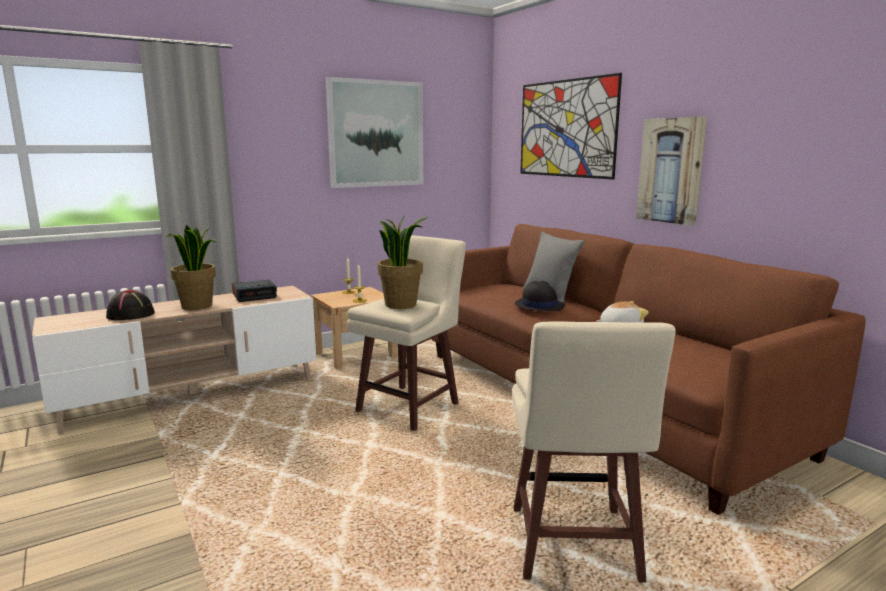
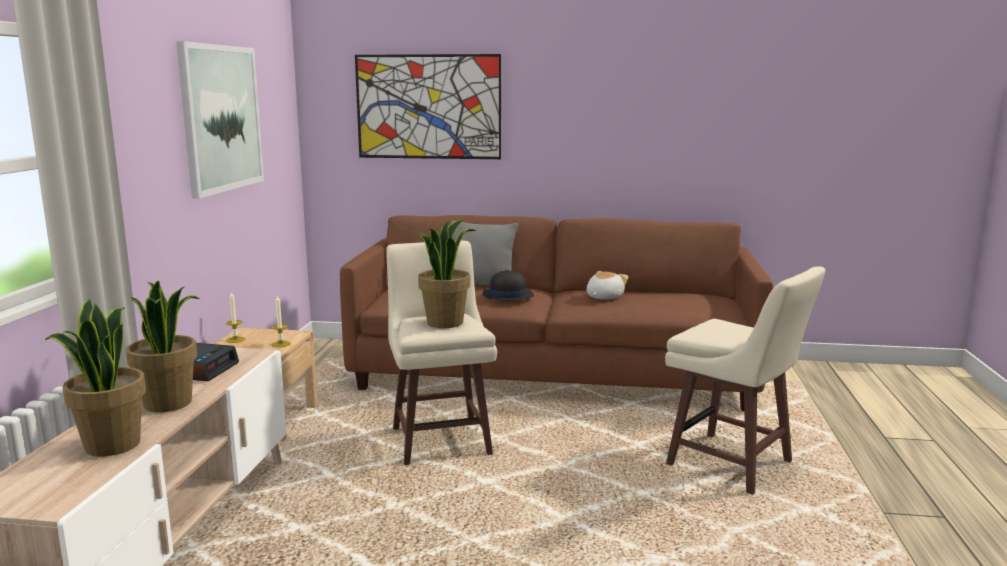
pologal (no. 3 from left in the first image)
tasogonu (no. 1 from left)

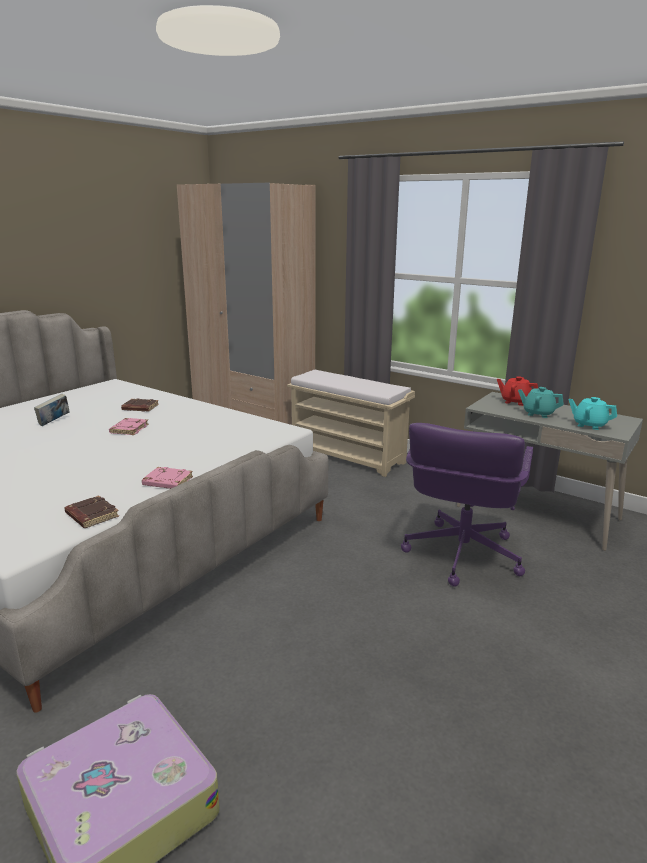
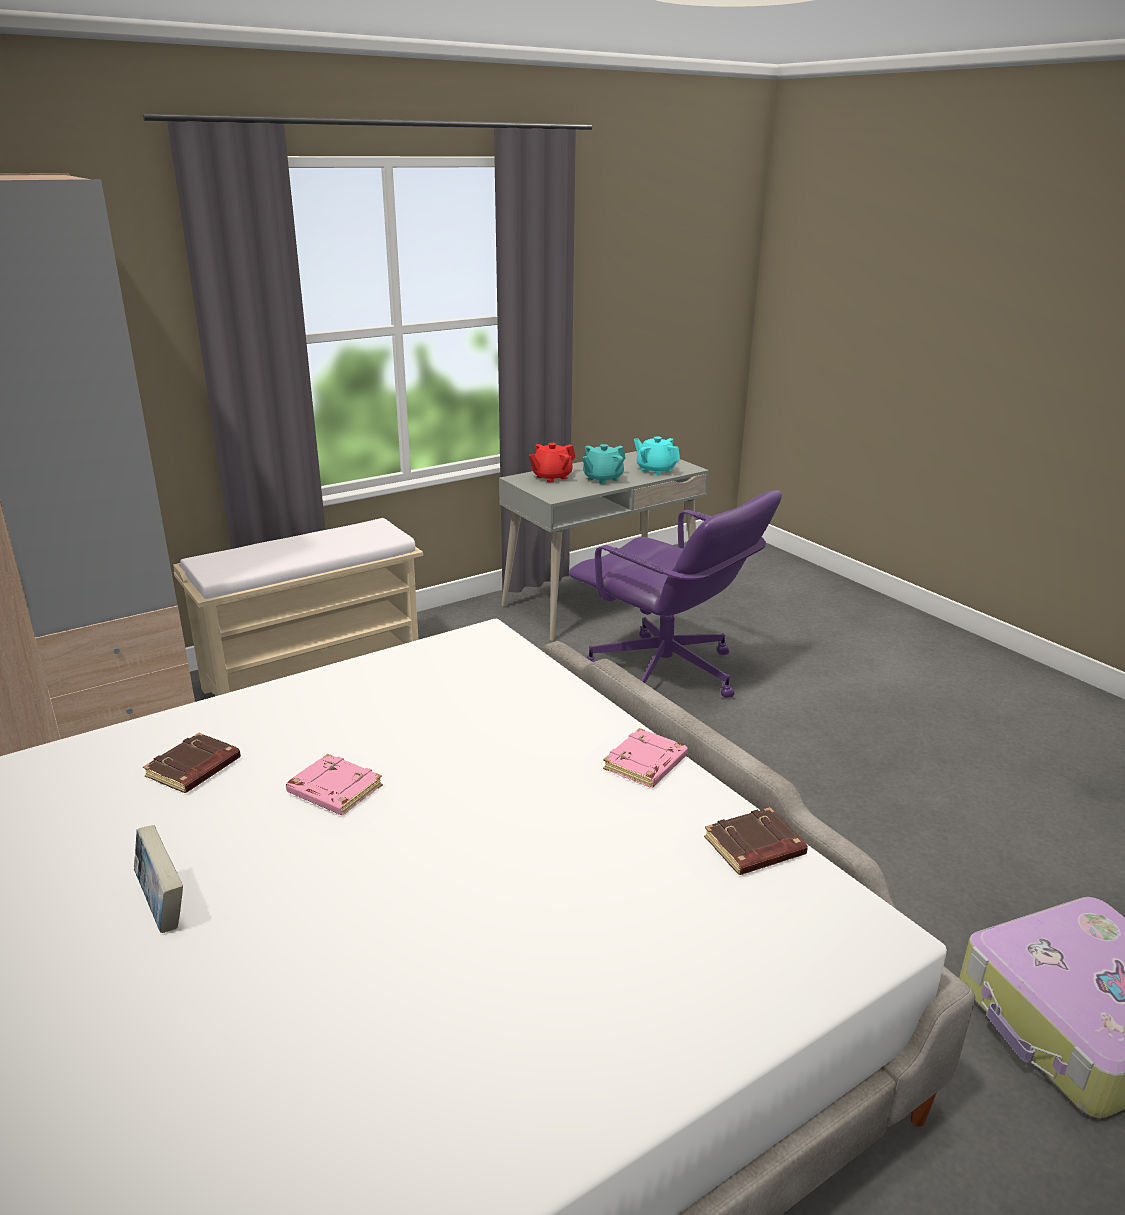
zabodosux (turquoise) (no. 2 from left)

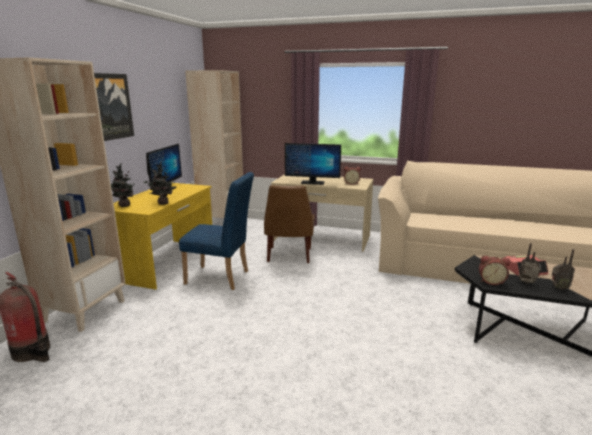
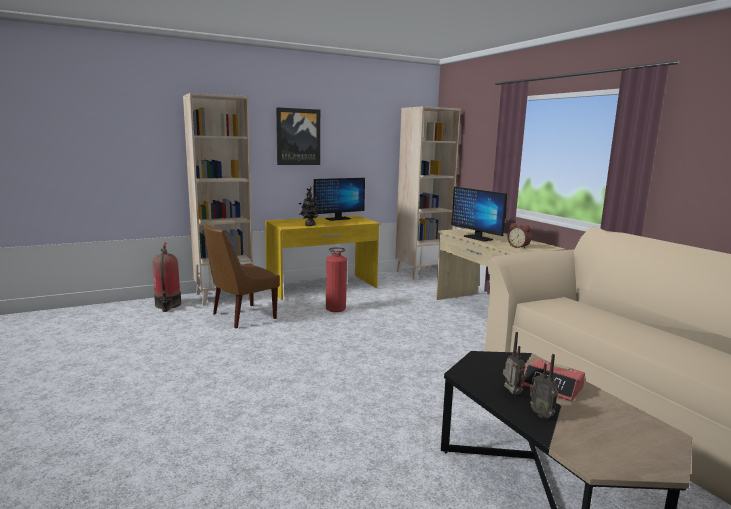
tasogonu (no. 1 from left in the first image)
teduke (no. 2 from left)
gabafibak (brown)
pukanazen (no. 2 from left in the first image)

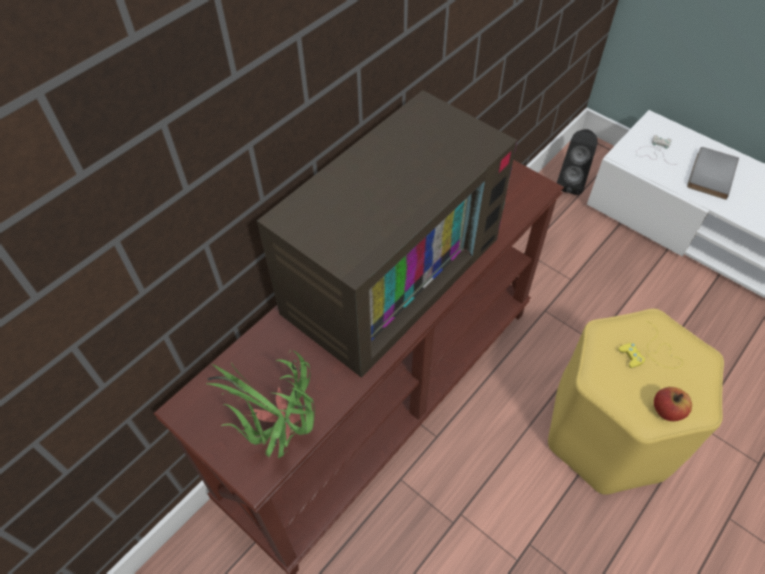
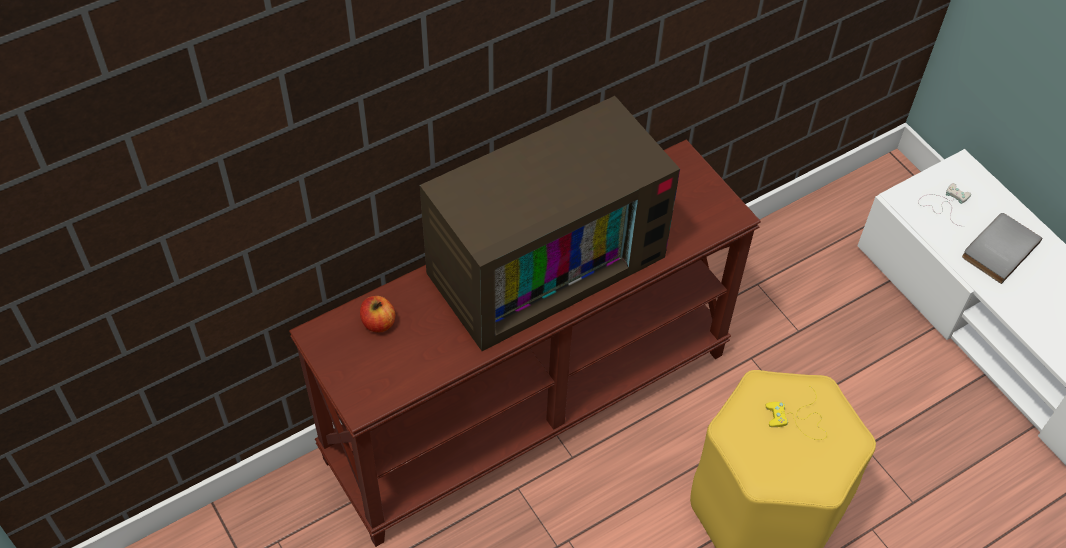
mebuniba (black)
tasogonu
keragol

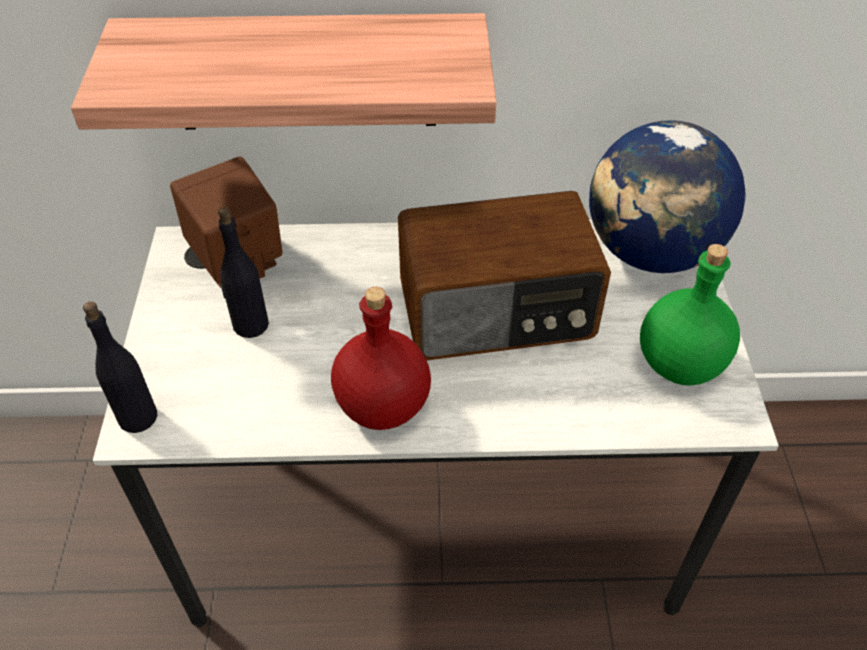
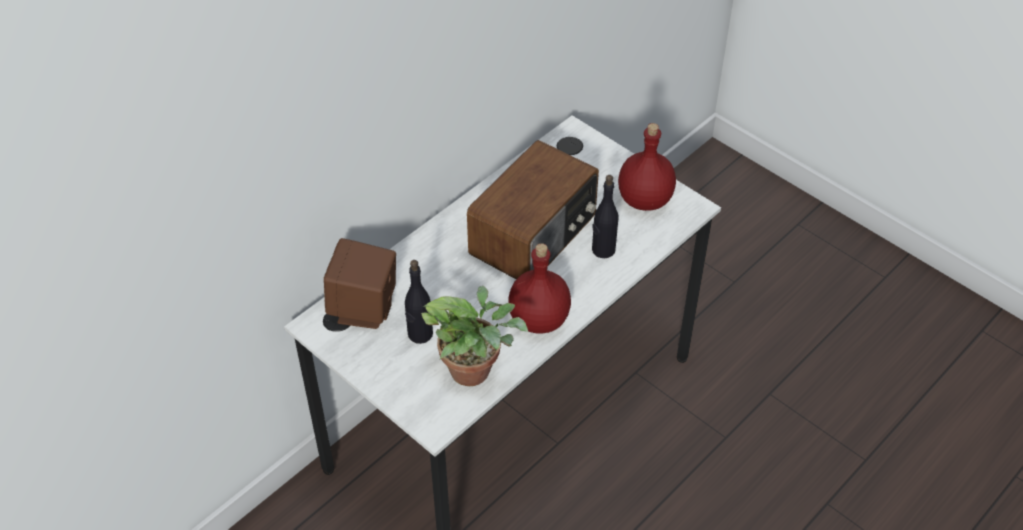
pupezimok
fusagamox
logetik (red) (no. 2 from left)
logetik (black) (no. 2 from left)
tasogonu

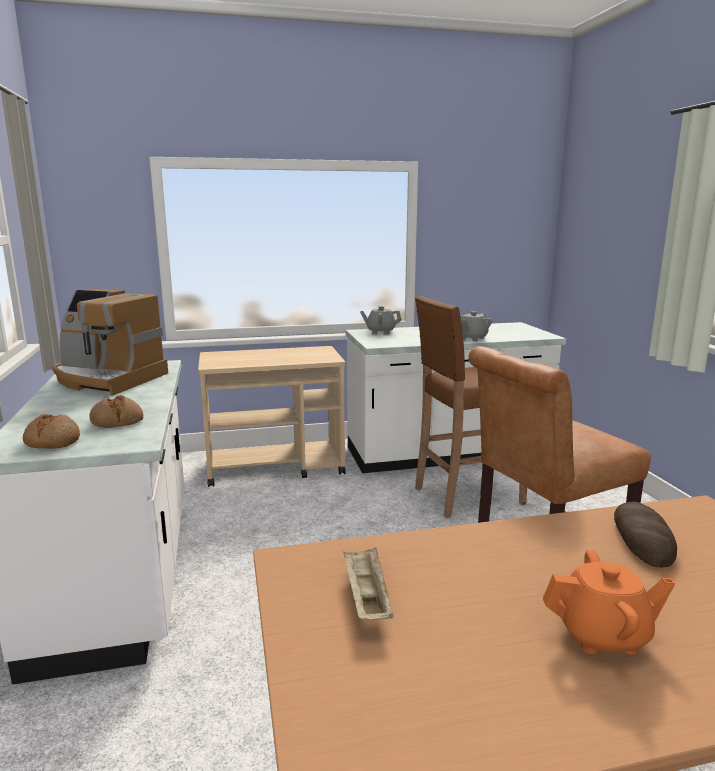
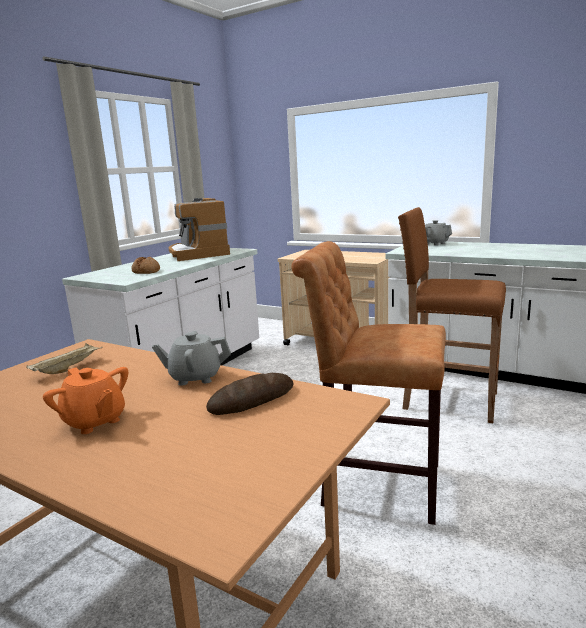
zabodosux (grey) (no. 1 from left)
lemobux (no. 1 from left in the first image)

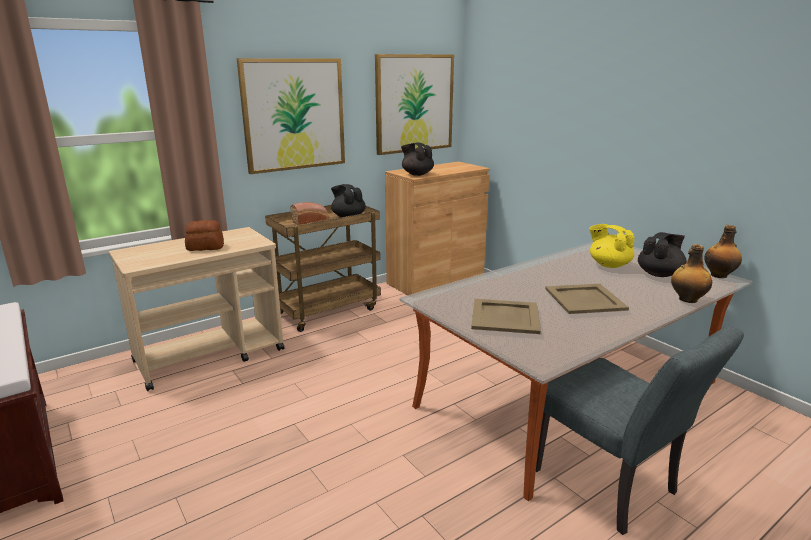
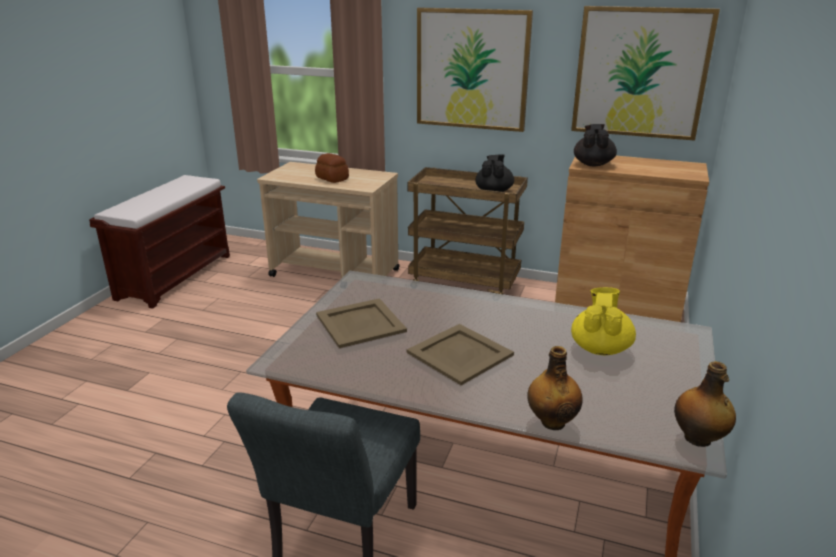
lemobux (no. 2 from left in the first image)
zabodosux (black) (no. 3 from left in the first image)

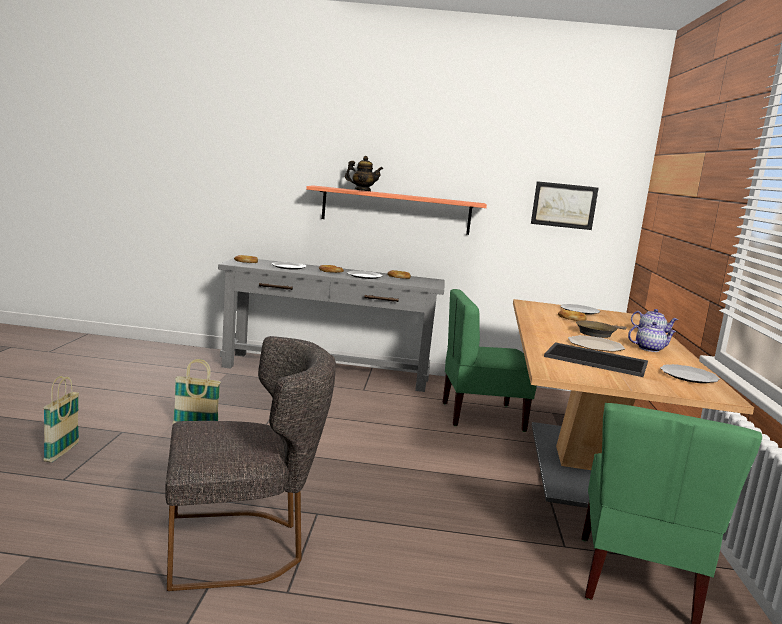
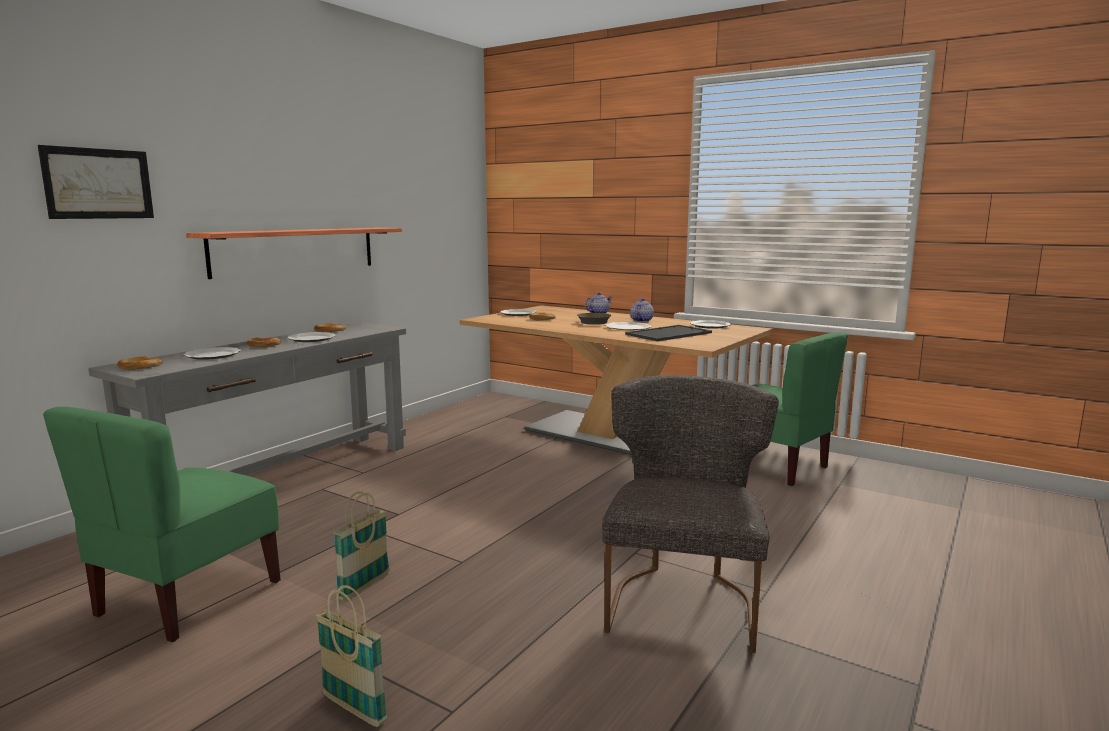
zabodosux (no. 1 from left in the first image)
pologal
gabafibak (green) (no. 1 from left)

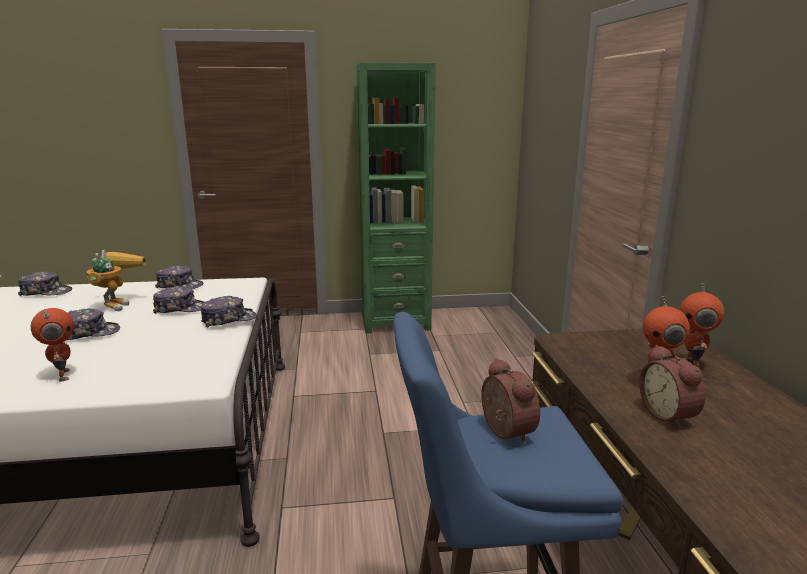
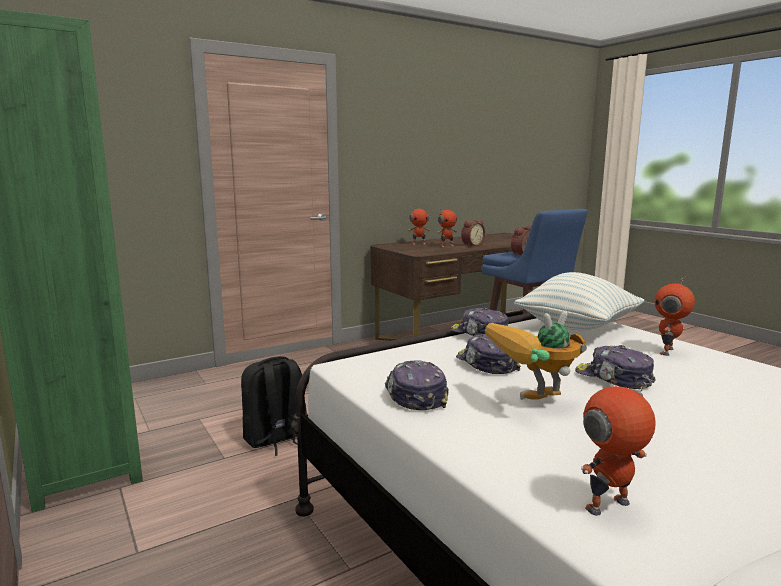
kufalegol (no. 4 from left)
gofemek
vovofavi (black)

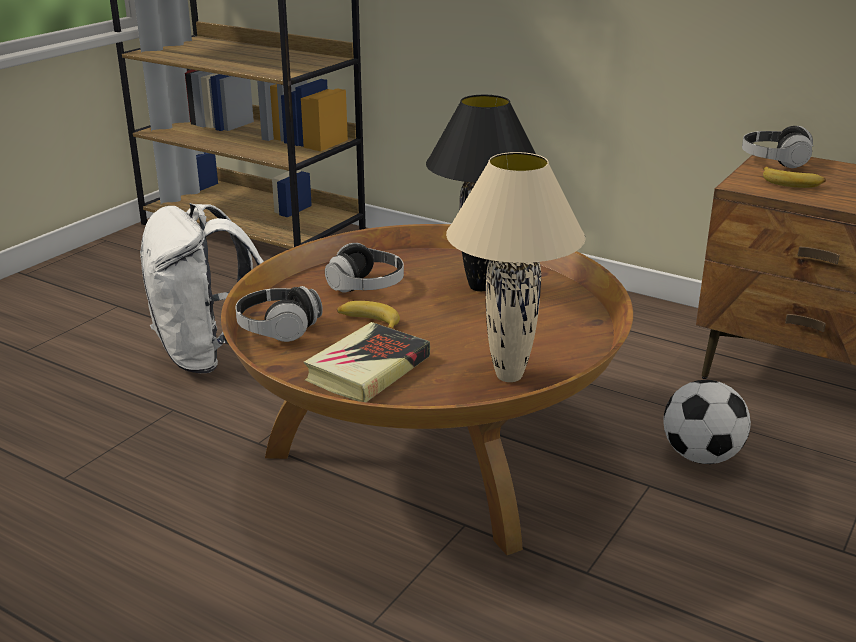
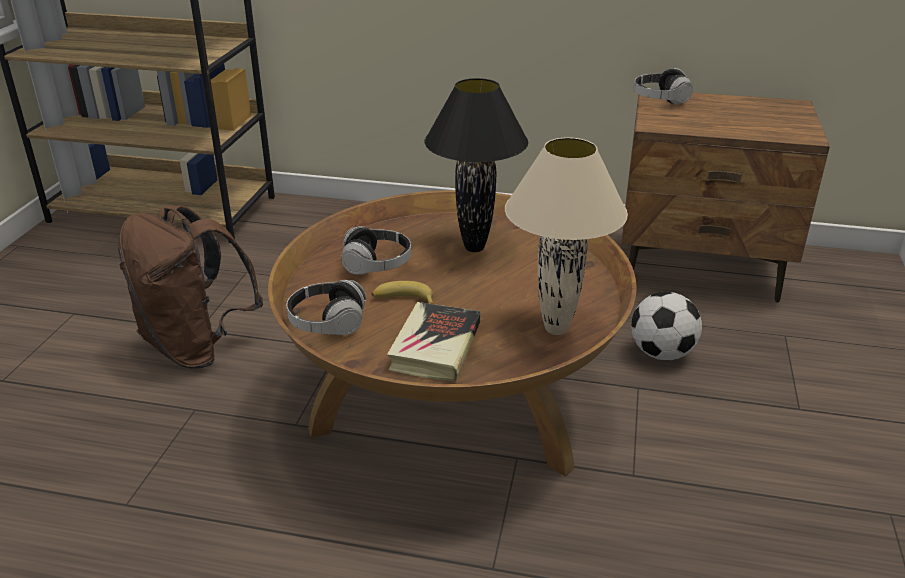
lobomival (no. 2 from left in the first image)
vovofavi (brown)

